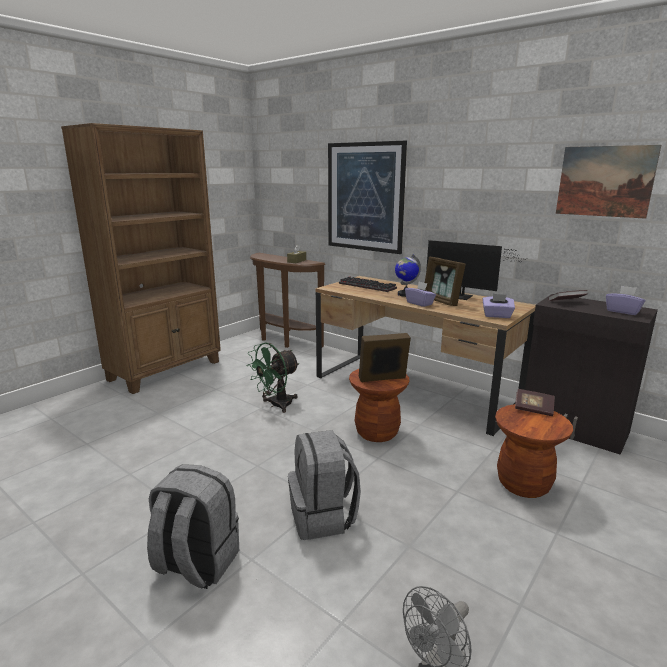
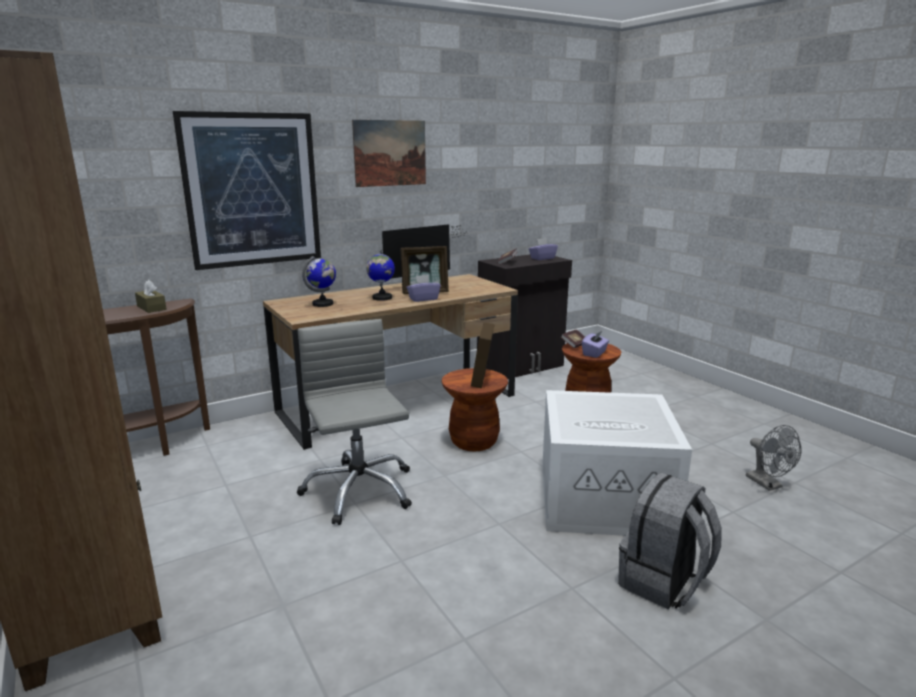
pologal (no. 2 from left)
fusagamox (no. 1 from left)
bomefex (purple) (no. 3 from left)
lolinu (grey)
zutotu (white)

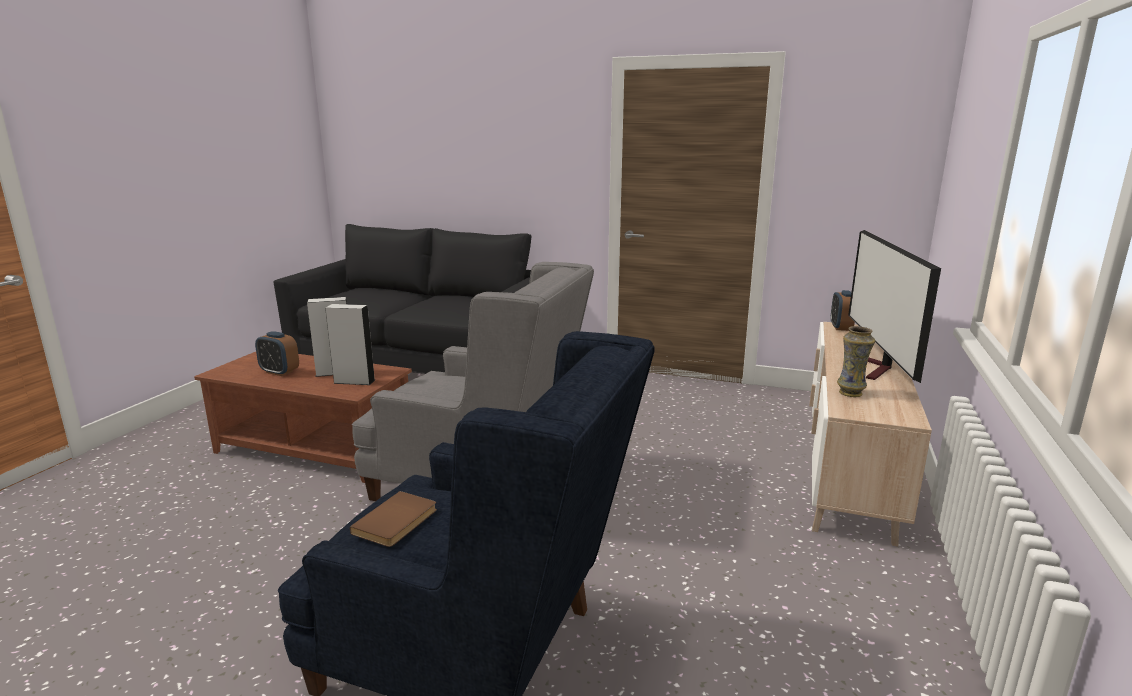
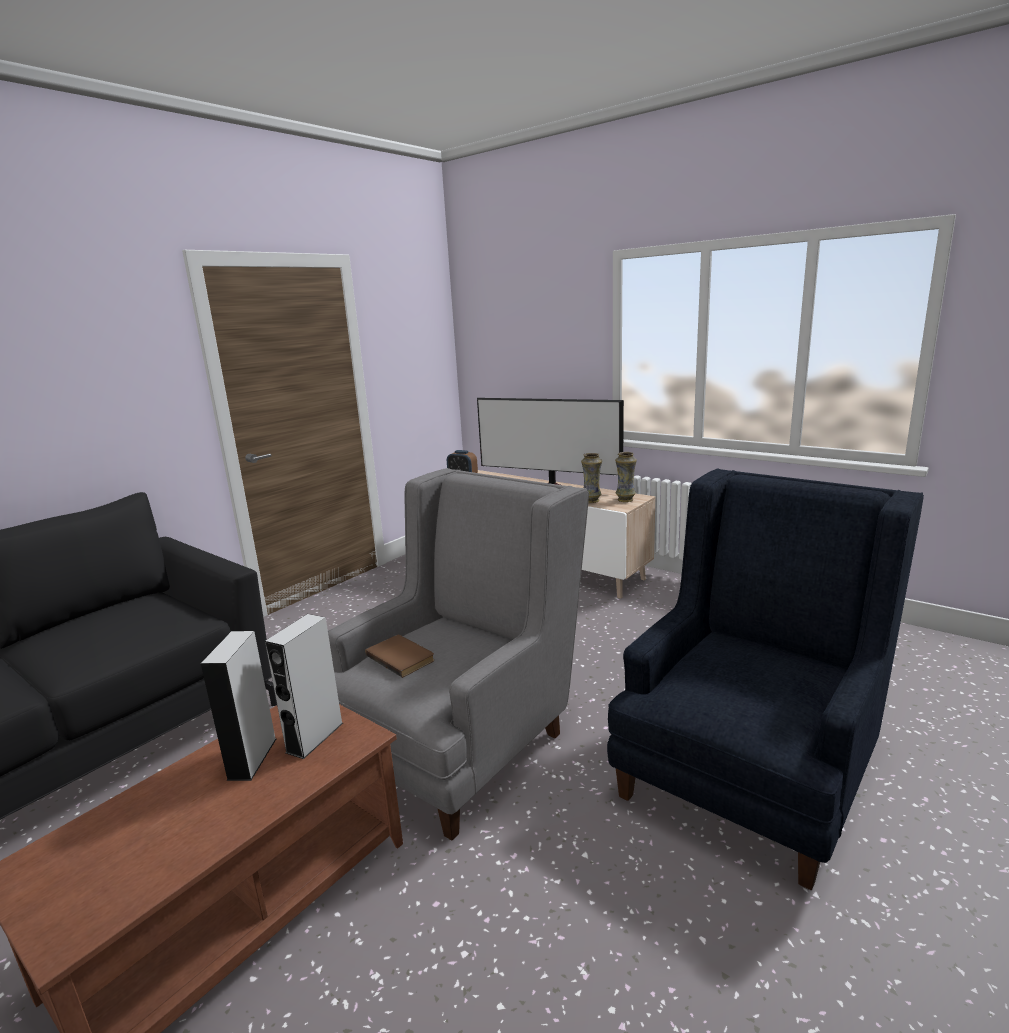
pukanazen (no. 1 from left in the first image)
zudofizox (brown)
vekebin (no. 2 from left)

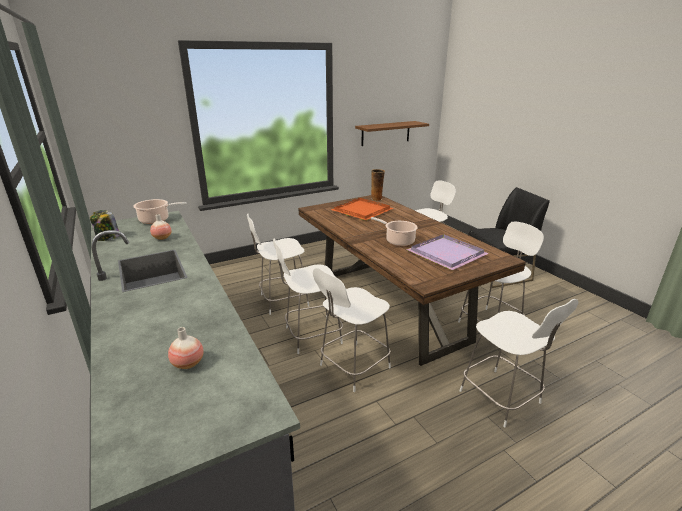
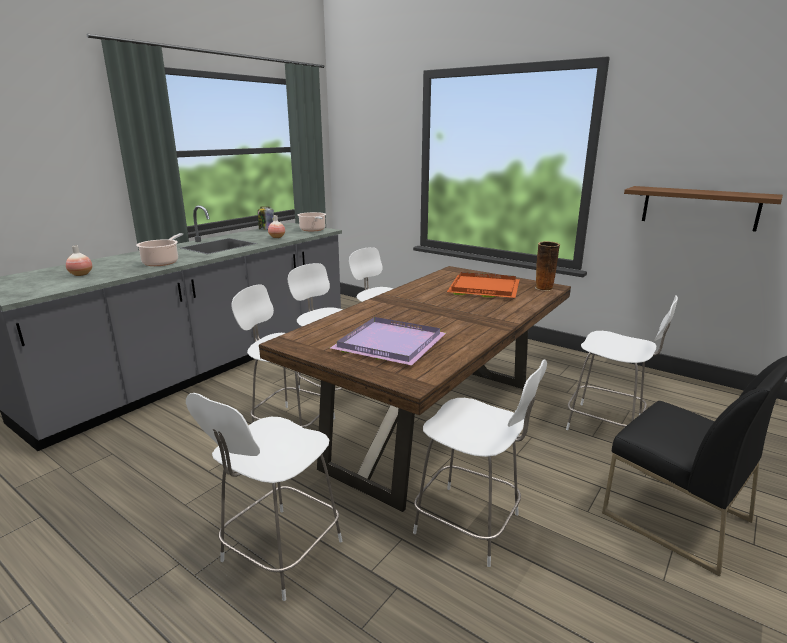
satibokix (no. 1 from left)

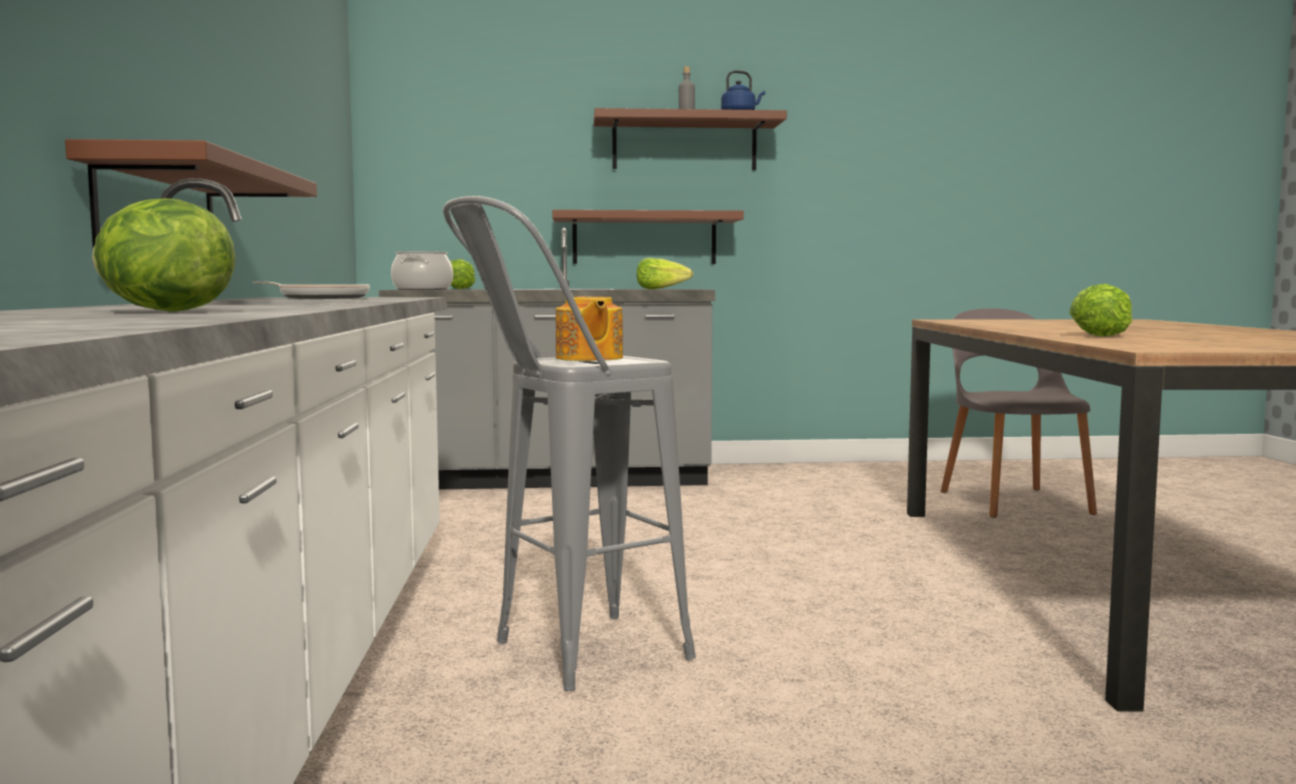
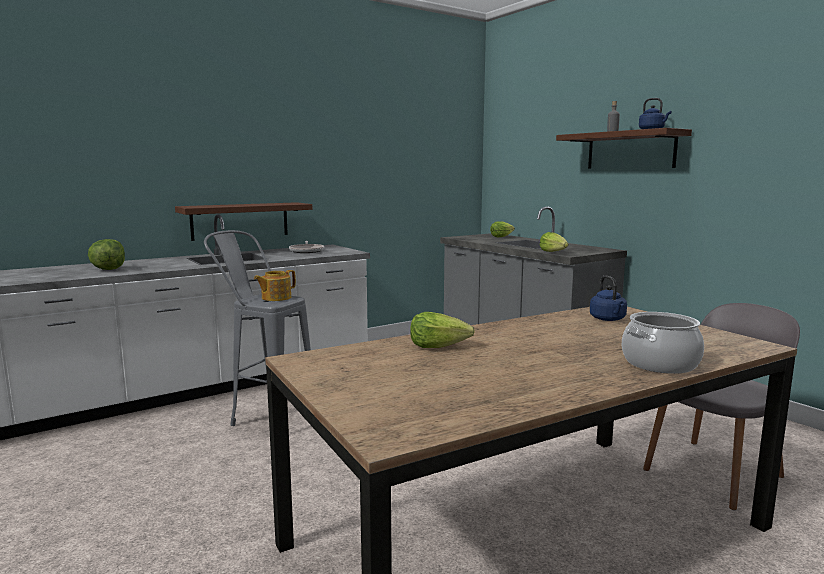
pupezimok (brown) (no. 2 from left in the first image)
satibokix
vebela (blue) (no. 1 from left)

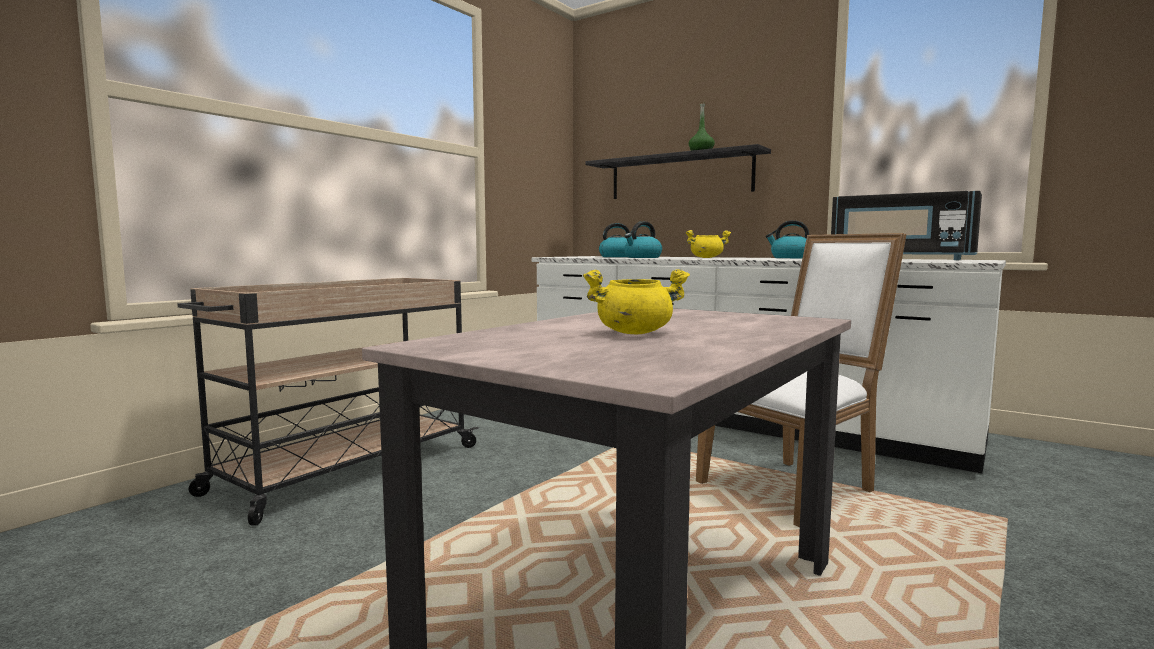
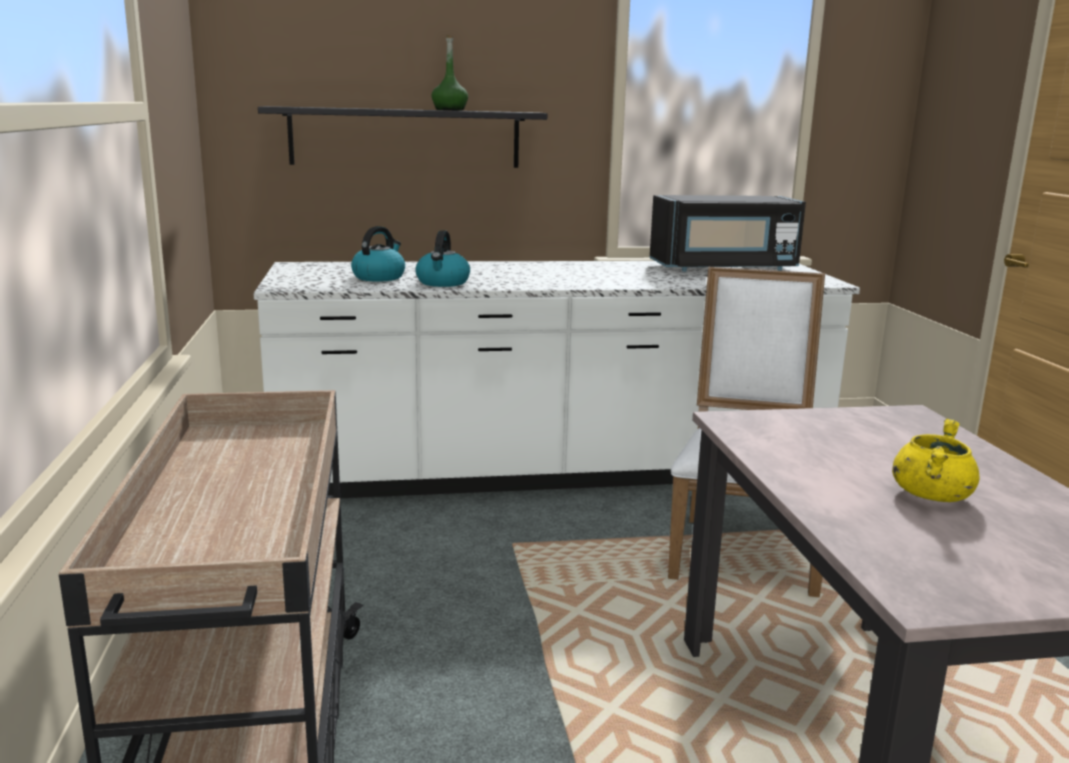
vebela (no. 3 from left in the first image)
satibokix (yellow) (no. 2 from left in the first image)

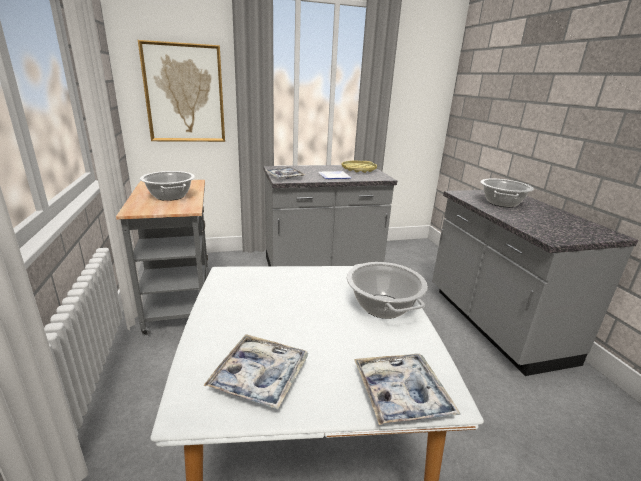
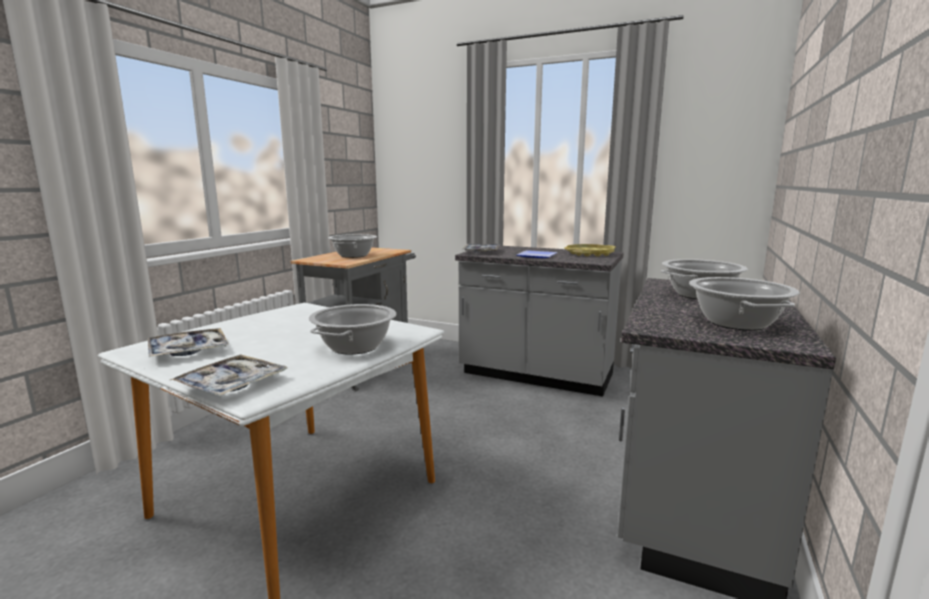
pologal
satibokix (no. 4 from left)

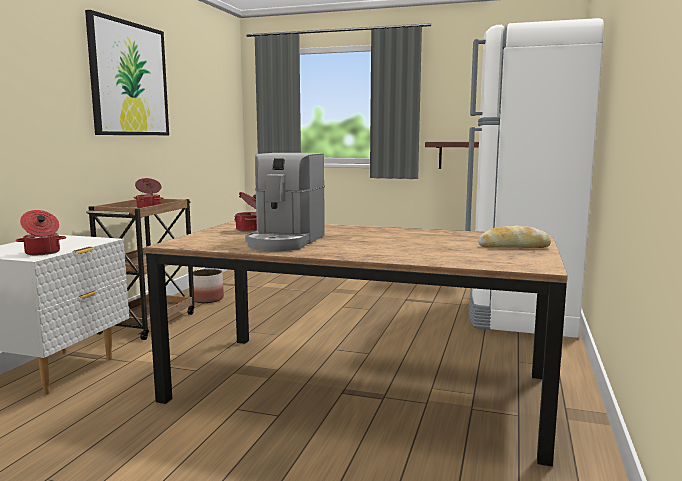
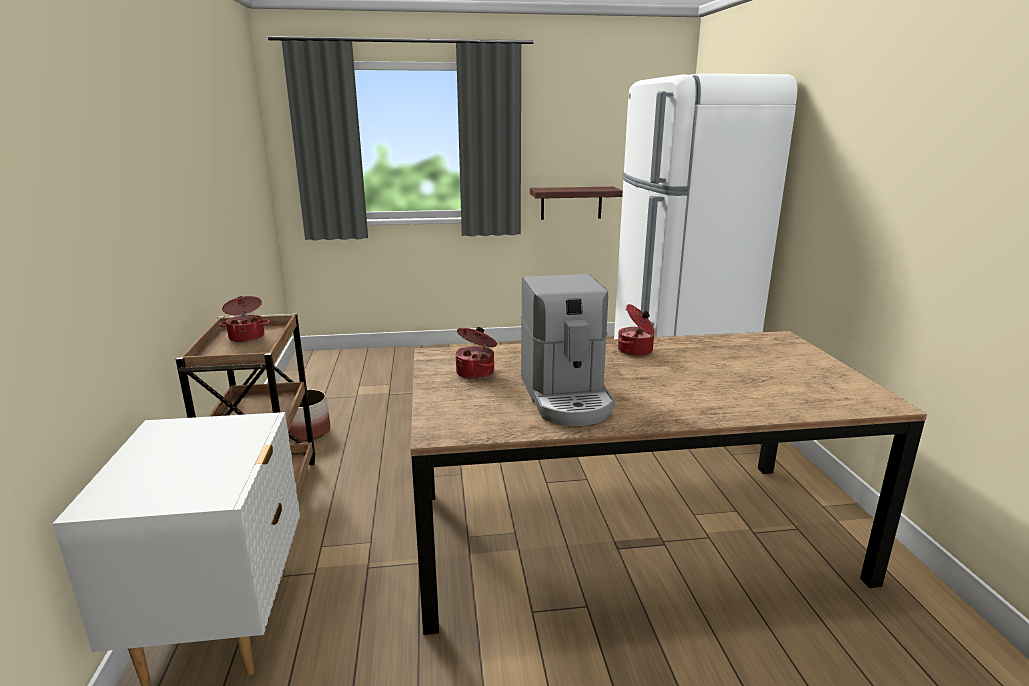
pologal
satibokix (no. 3 from left)
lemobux

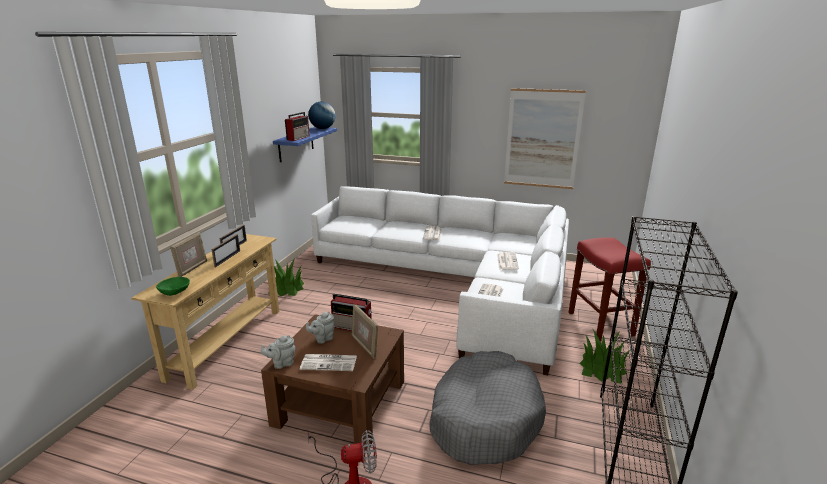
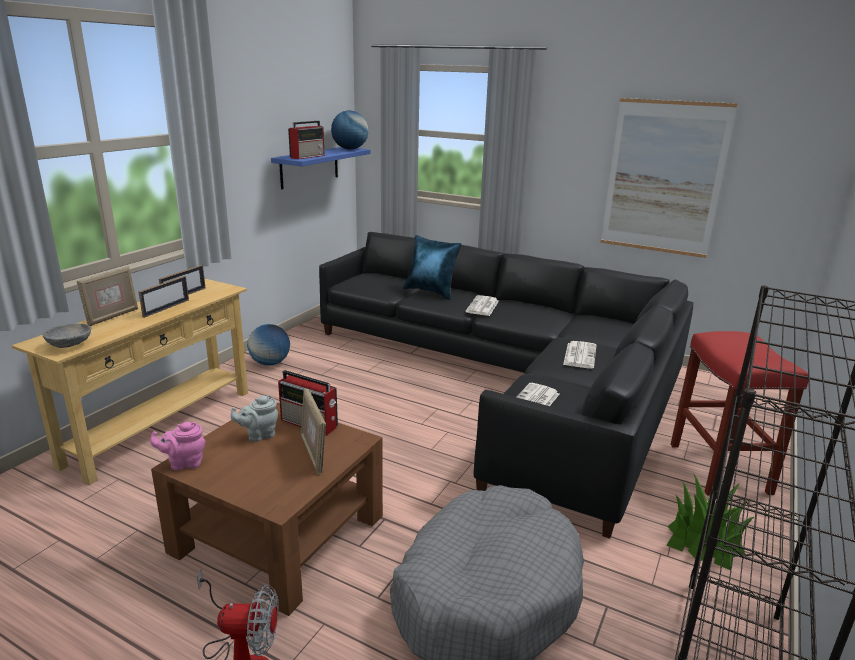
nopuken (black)
fusagamox (no. 1 from left)
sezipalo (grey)
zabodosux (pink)
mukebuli (no. 1 from left in the first image)
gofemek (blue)

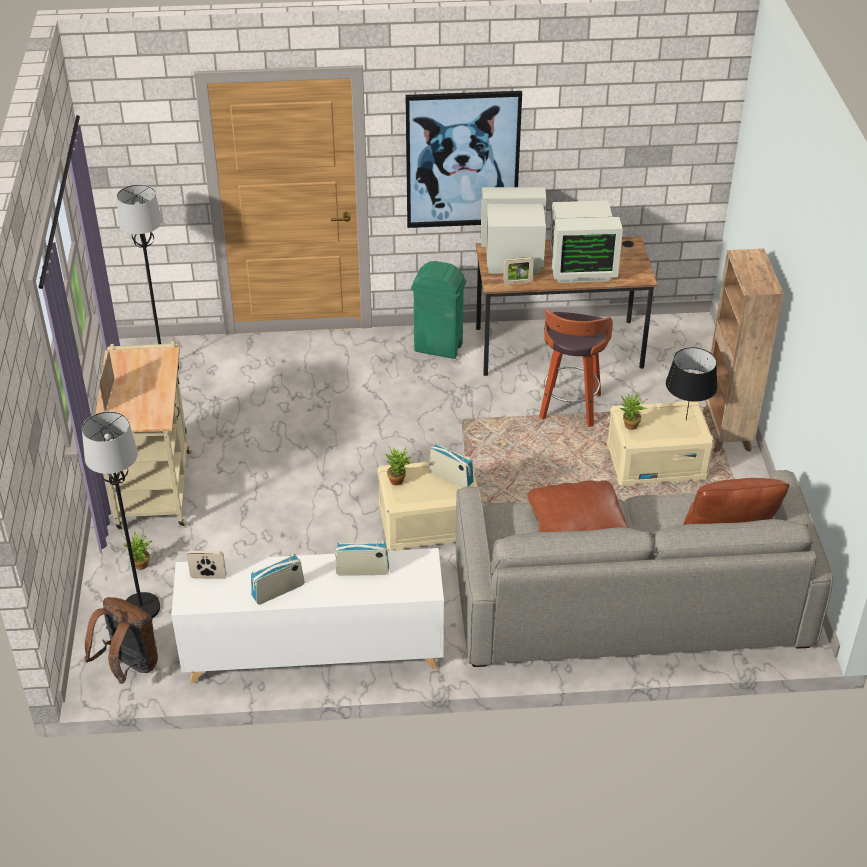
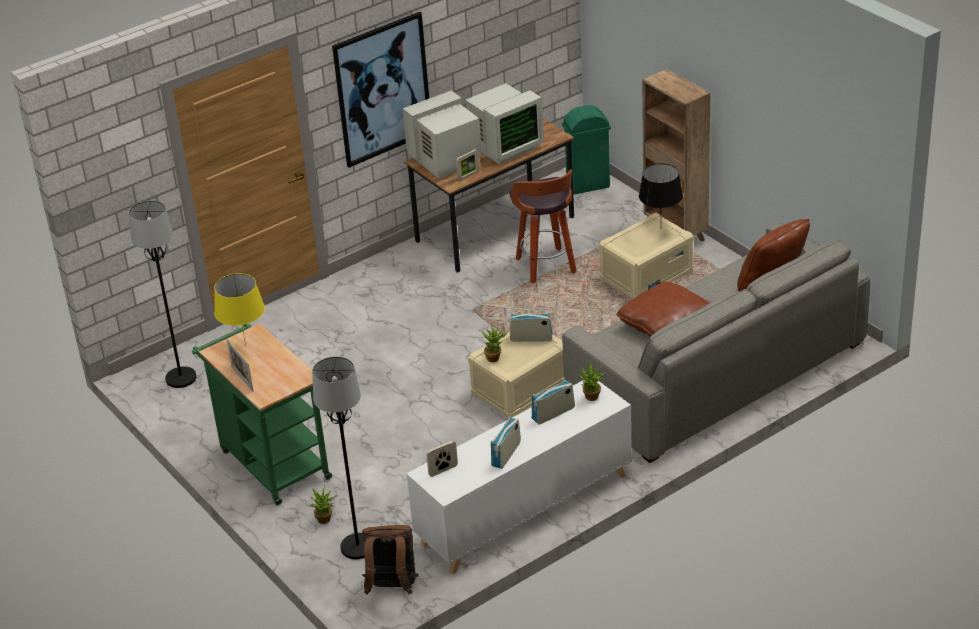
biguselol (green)
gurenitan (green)
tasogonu (no. 3 from left)
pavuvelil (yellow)

